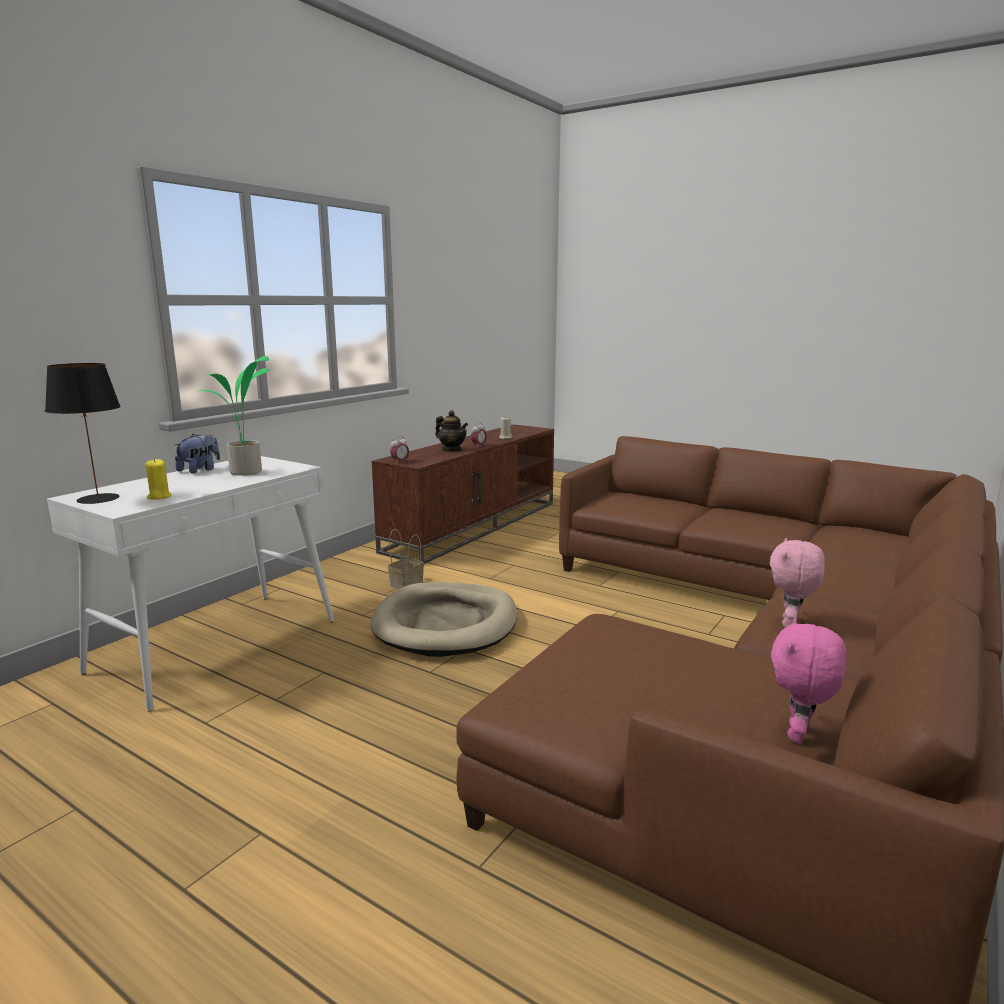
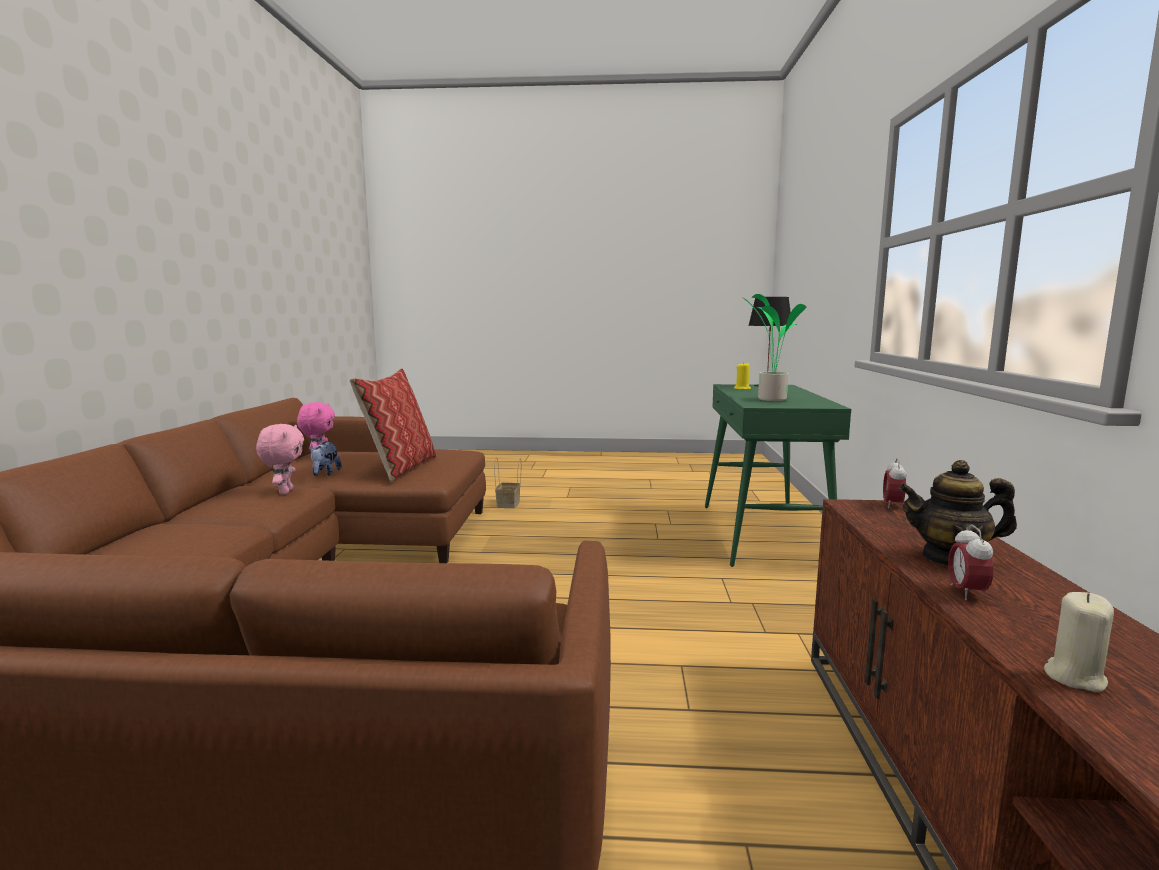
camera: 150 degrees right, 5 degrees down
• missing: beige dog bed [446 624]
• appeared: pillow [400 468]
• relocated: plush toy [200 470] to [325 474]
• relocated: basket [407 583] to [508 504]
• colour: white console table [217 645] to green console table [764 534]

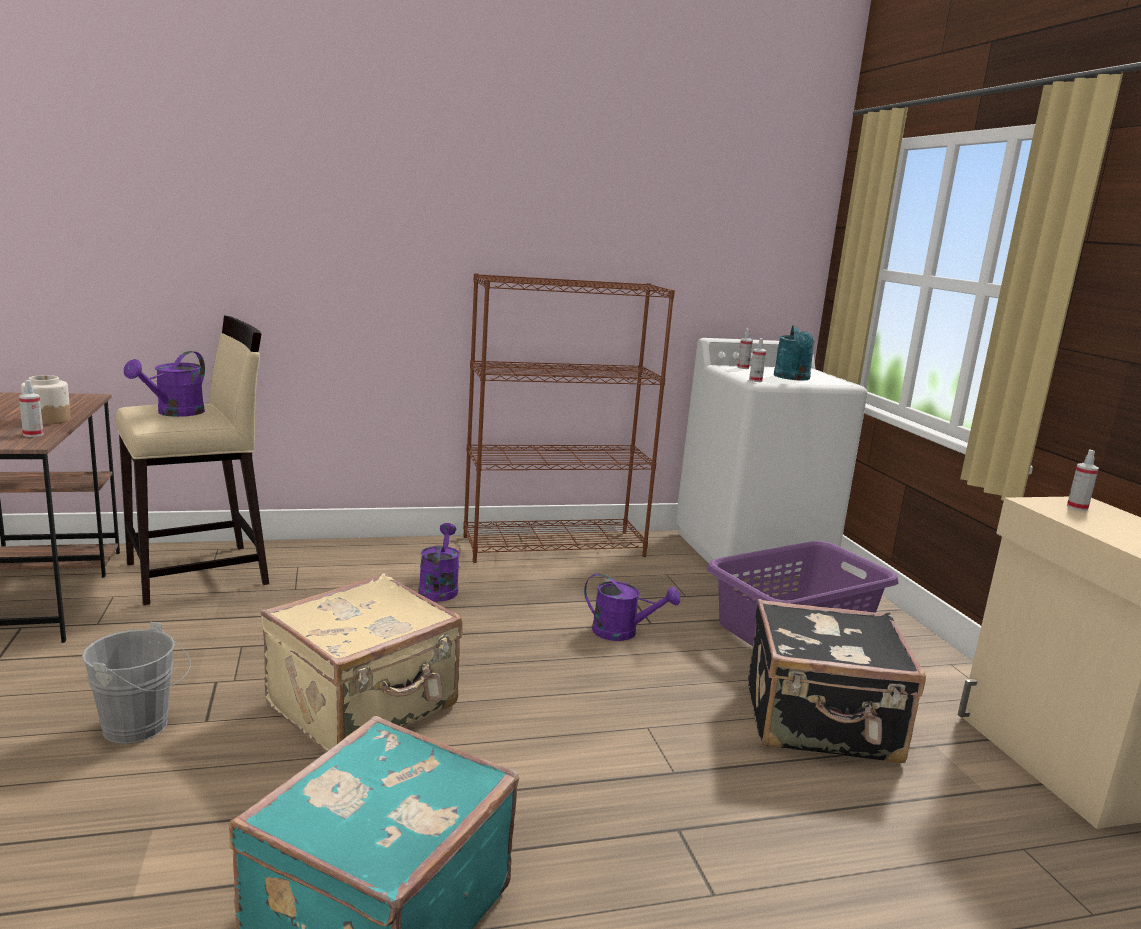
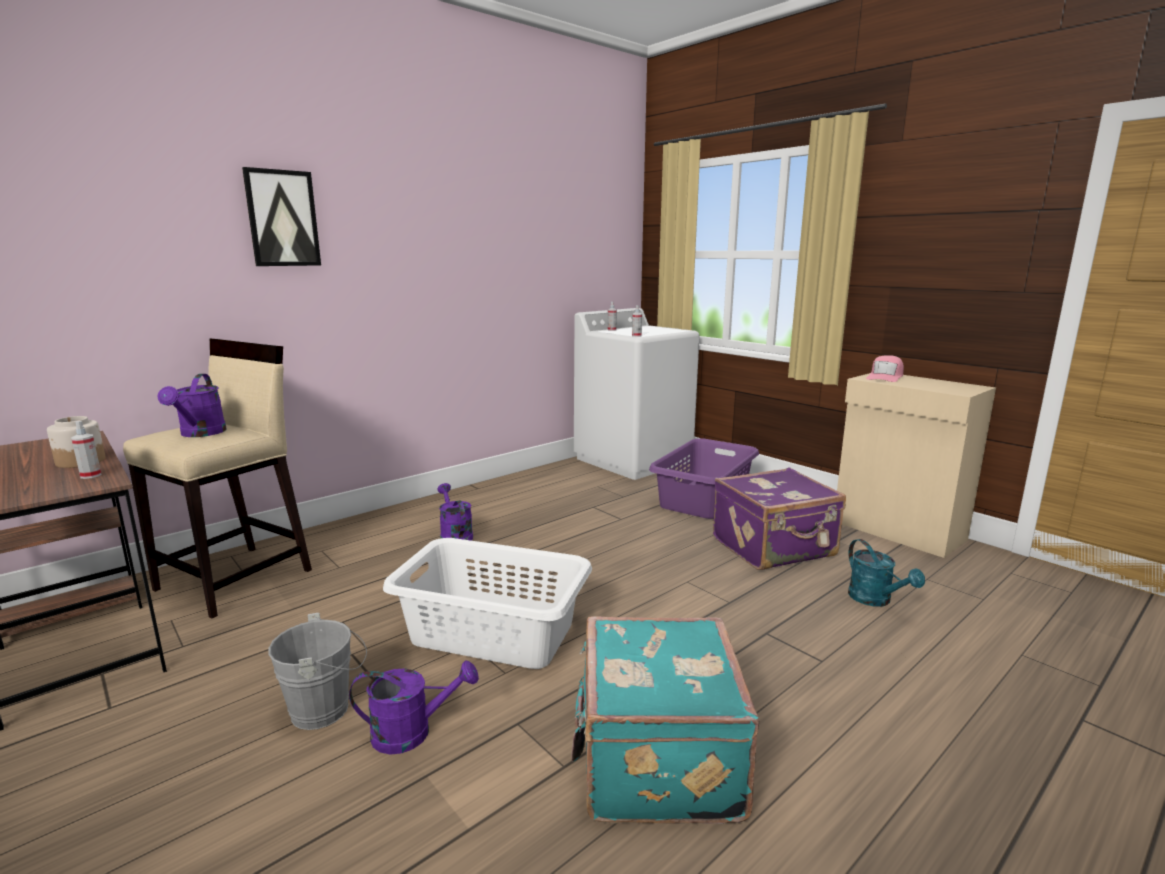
camera: 25 degrees left, 0 degrees up
• missing: brown bookcase [555 546]
• appeared: picture [282 218]
• relocated: purple watering can [623 632] to [412 732]
• relocated: turquoise watering can [792 378] to [875 600]
• exchanged: beige suitcase [365 707] to white laundry basket [492 631]
• exchanged: spray bottle [1077 507] to pink cap [885 377]
• colour: black suitcase [821 724] to purple suitcase [774 548]

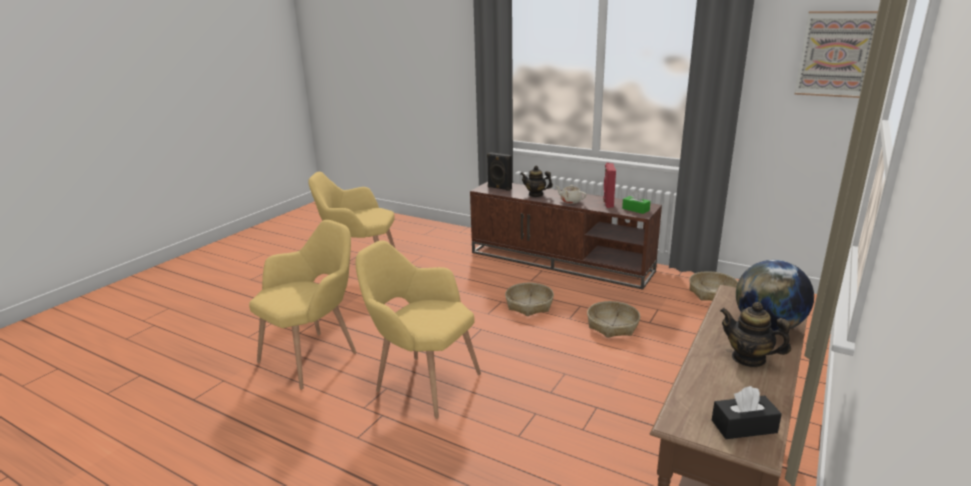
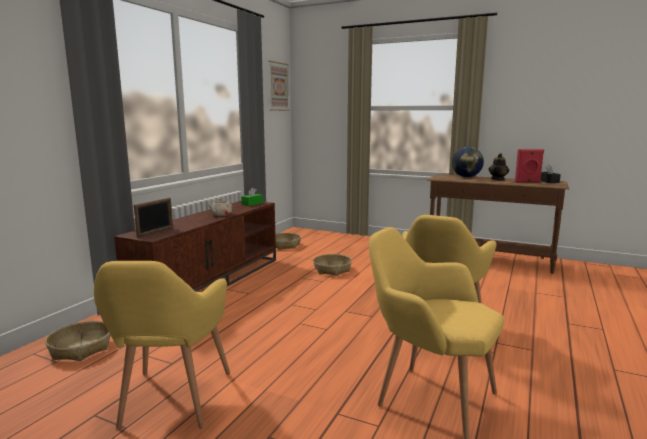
camera: 95 degrees left, 10 degrees down
• missing: teapot [536 194]
• relocated: basket [529 305] to [81 348]
• relocated: red speaker [607 203] to [527 182]
• exchanged: black speaker [499 188] to picture frame [155 232]

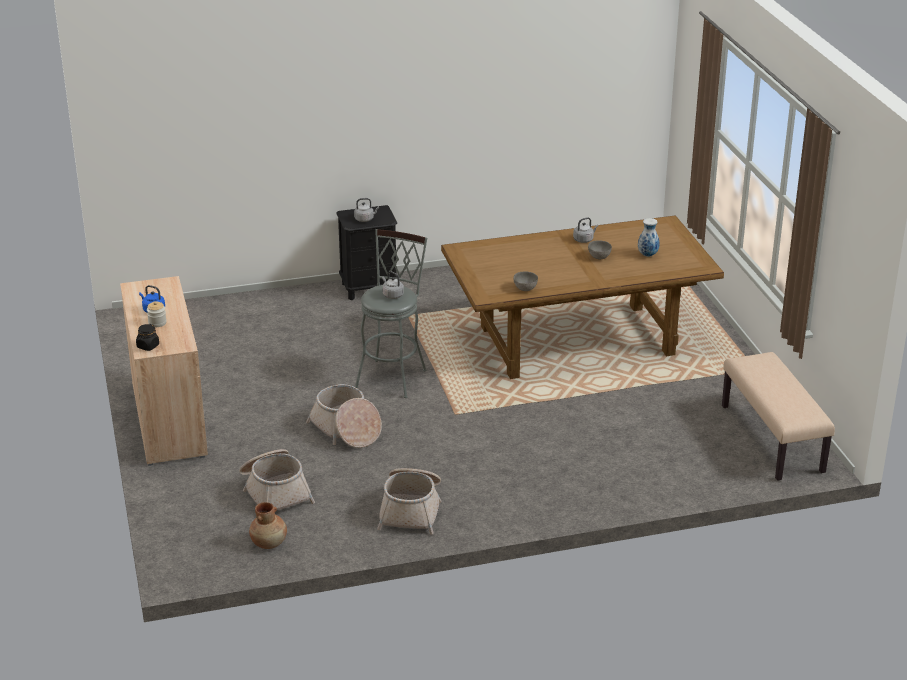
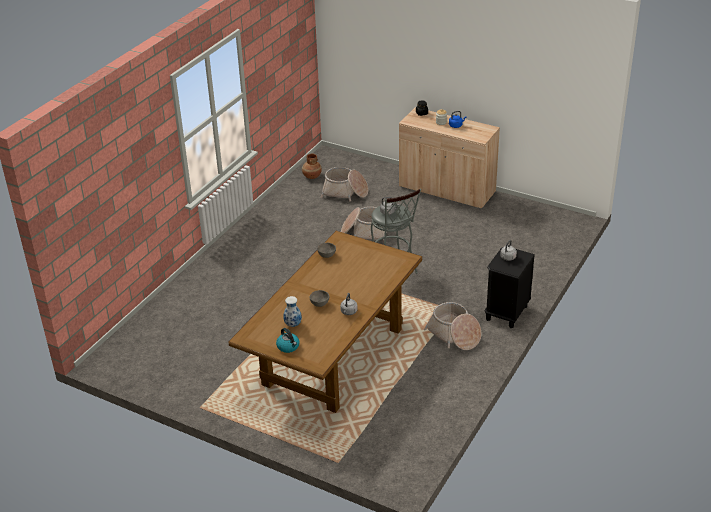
camera: 135 degrees right, 5 degrees up
• missing: beige bench [773 439]
• appeared: kettle [288 347]
• relocated: basket [411 509] to [454 335]

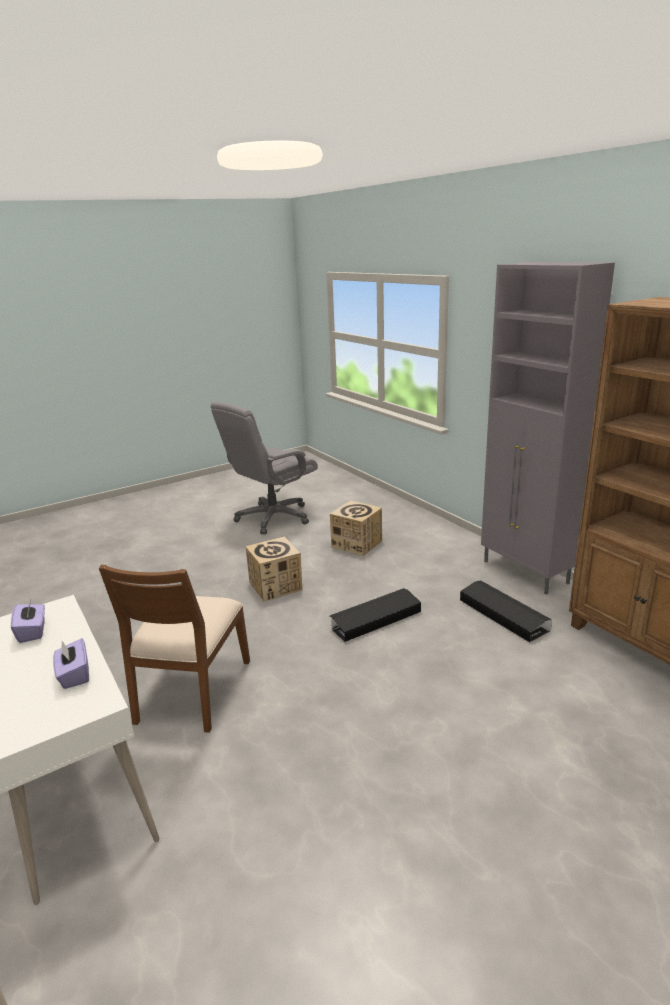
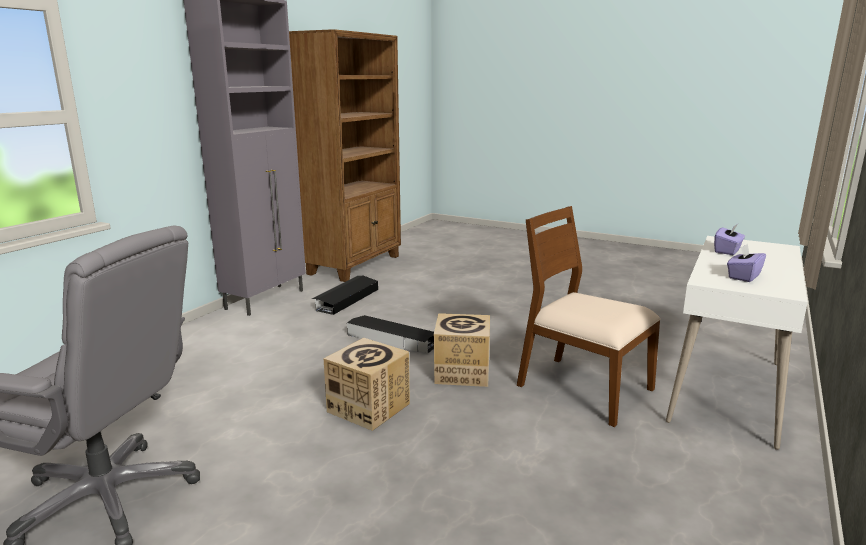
camera: 120 degrees left, 5 degrees down
• relocated: cardboard box [357 544] to [462 372]
• spun: brown chair [191 691] = [582 388] 120 degrees counterclockwise

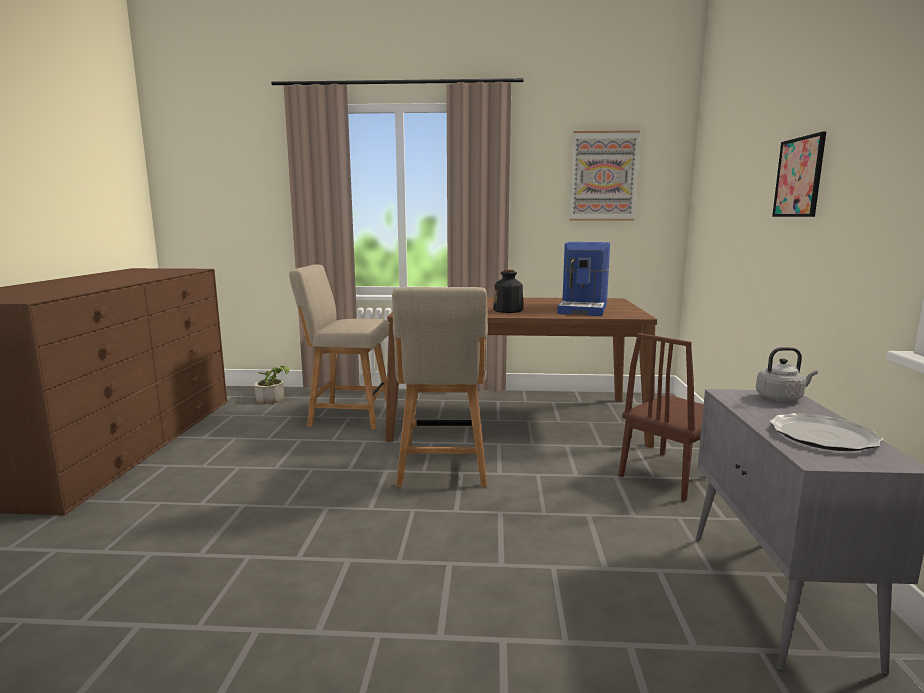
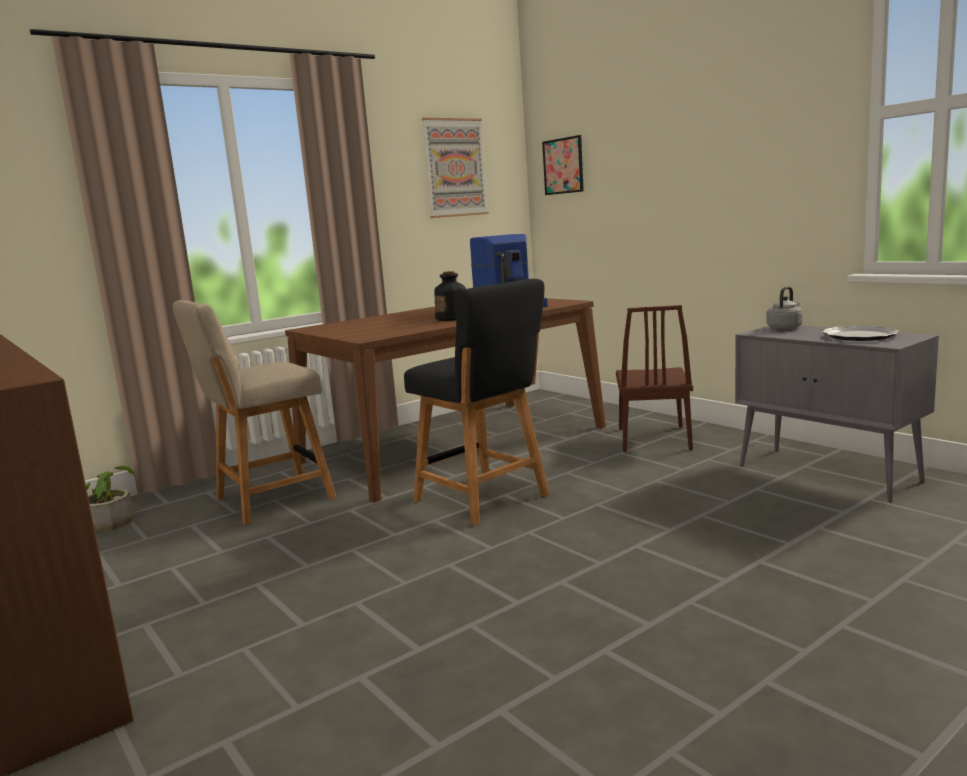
camera: 40 degrees left, 0 degrees up
• relocated: picture [799 177] to [563 166]
• colour: beige chair [442 470] to black chair [485 499]

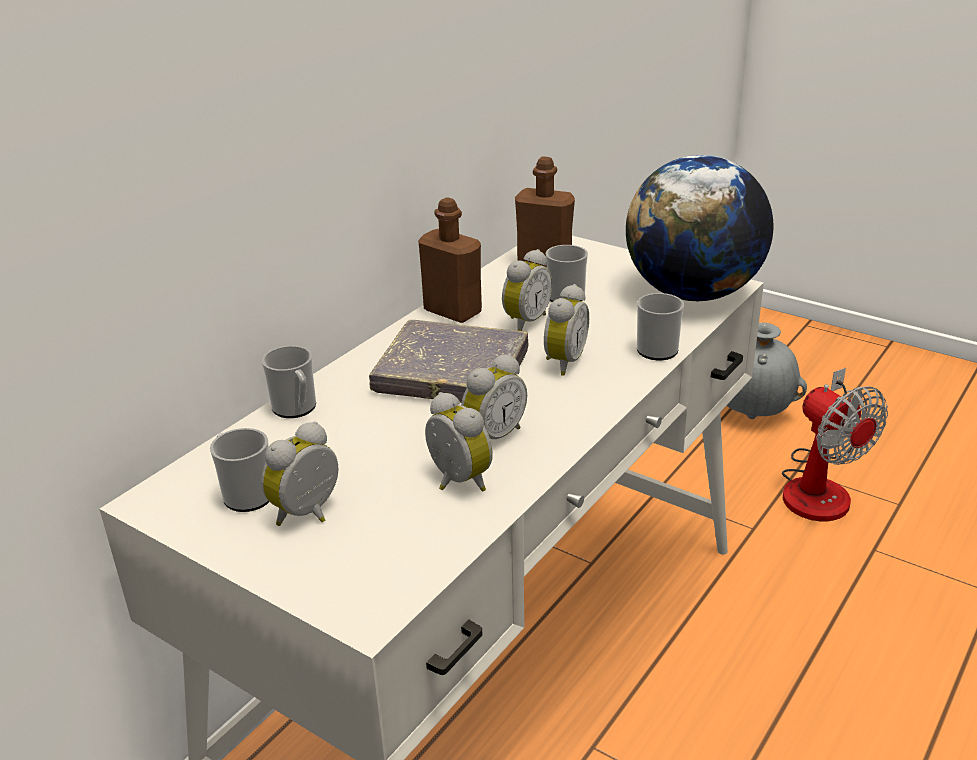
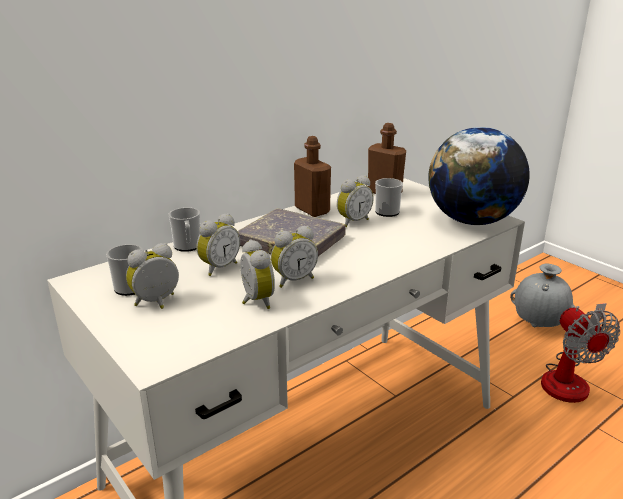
camera: 15 degrees right, 5 degrees down
• missing: mug [657 347]
• relocated: alarm clock [562 362] to [218 267]

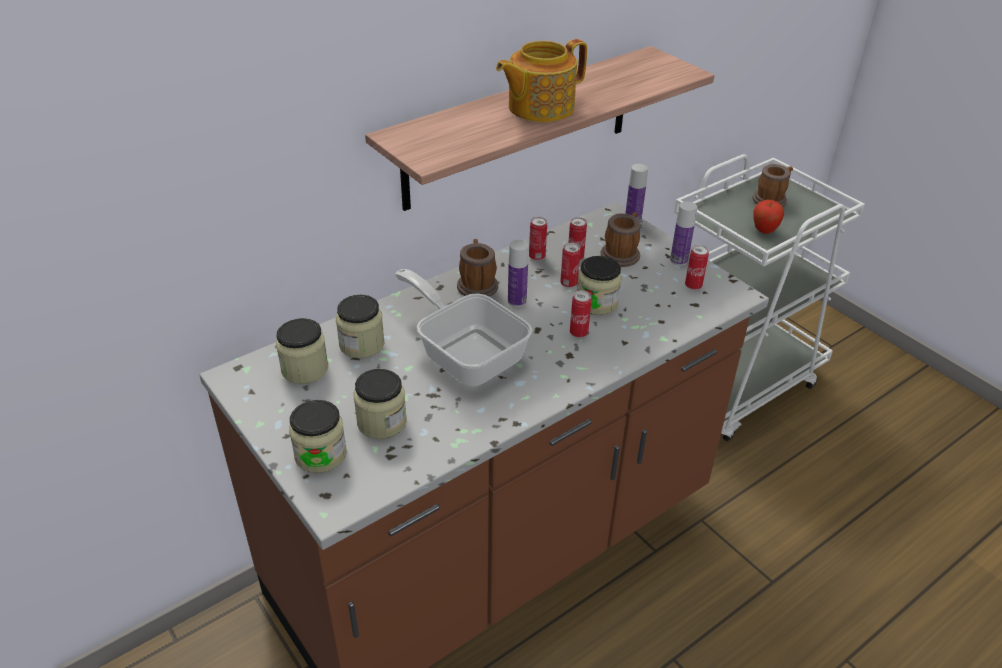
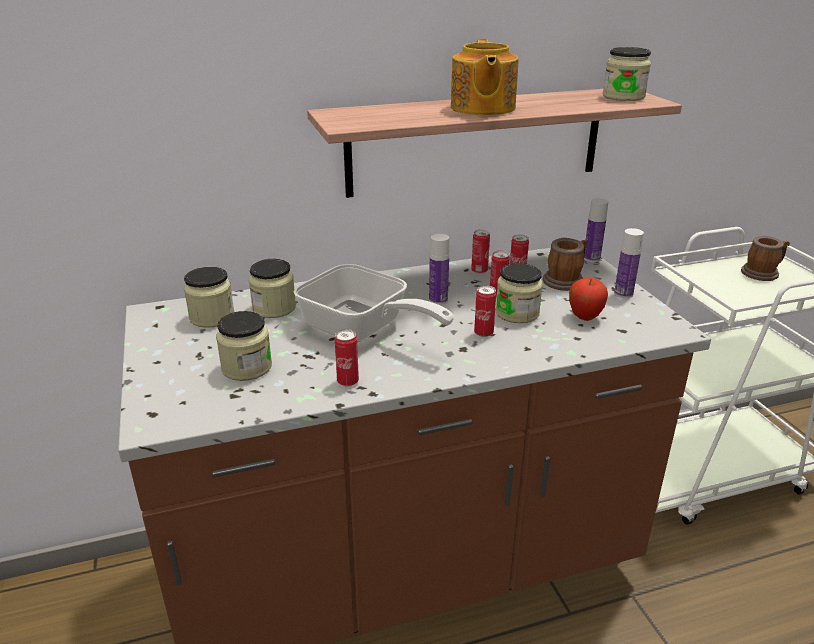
camera: 20 degrees right, 10 degrees down
• missing: mug [477 284]
• relocated: jar [320 454] to [623 96]
• relocated: can [693 286] to [348 381]
• relocated: apple [764 231] to [585 317]
• spun: frying pan [465 353] = [362 330] 150 degrees clockwise
• spun: teapot [539 107] = [482 108] 75 degrees counterclockwise

